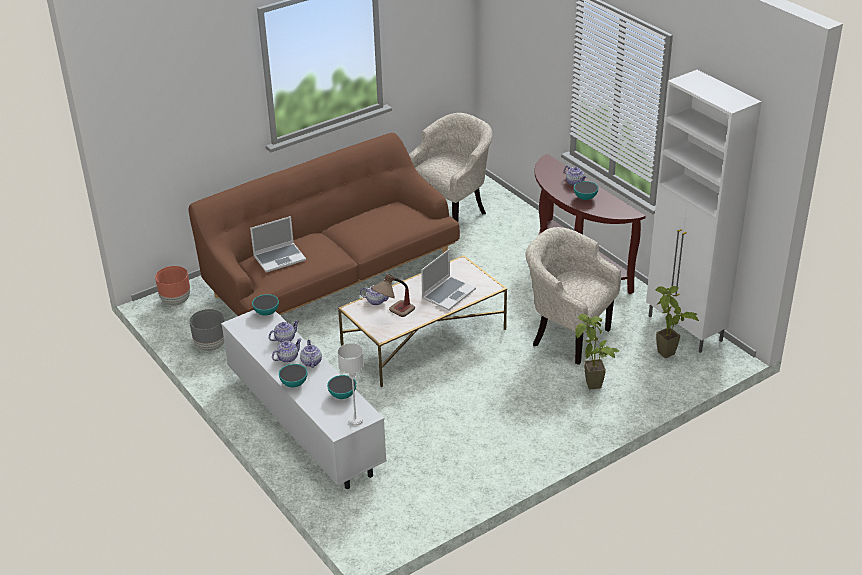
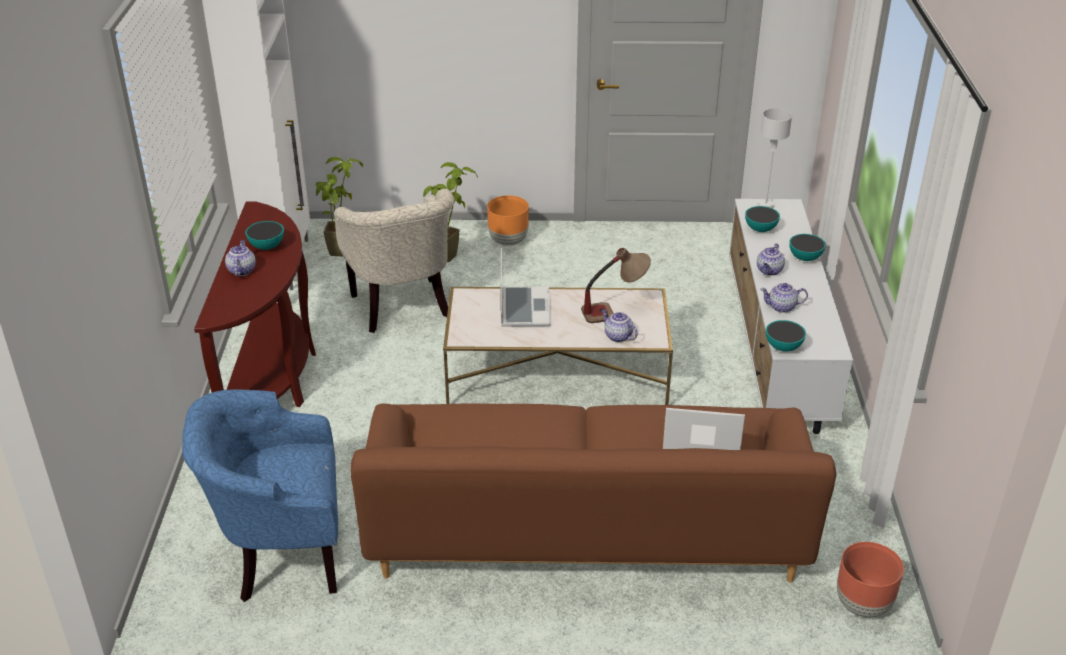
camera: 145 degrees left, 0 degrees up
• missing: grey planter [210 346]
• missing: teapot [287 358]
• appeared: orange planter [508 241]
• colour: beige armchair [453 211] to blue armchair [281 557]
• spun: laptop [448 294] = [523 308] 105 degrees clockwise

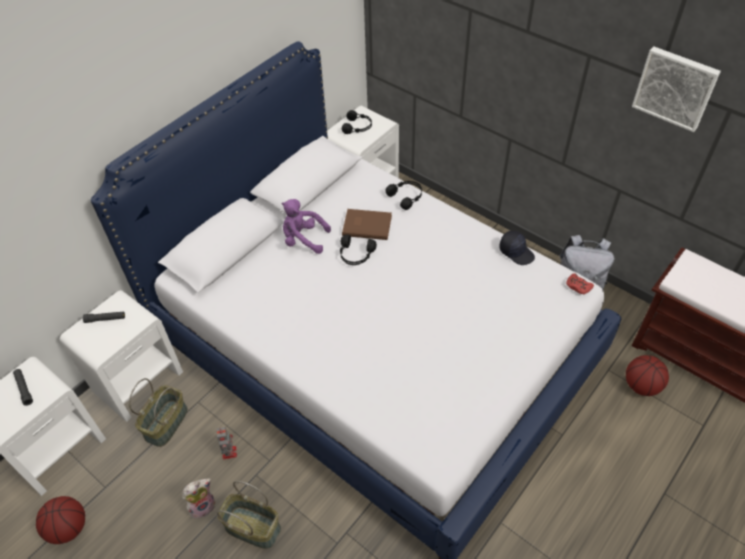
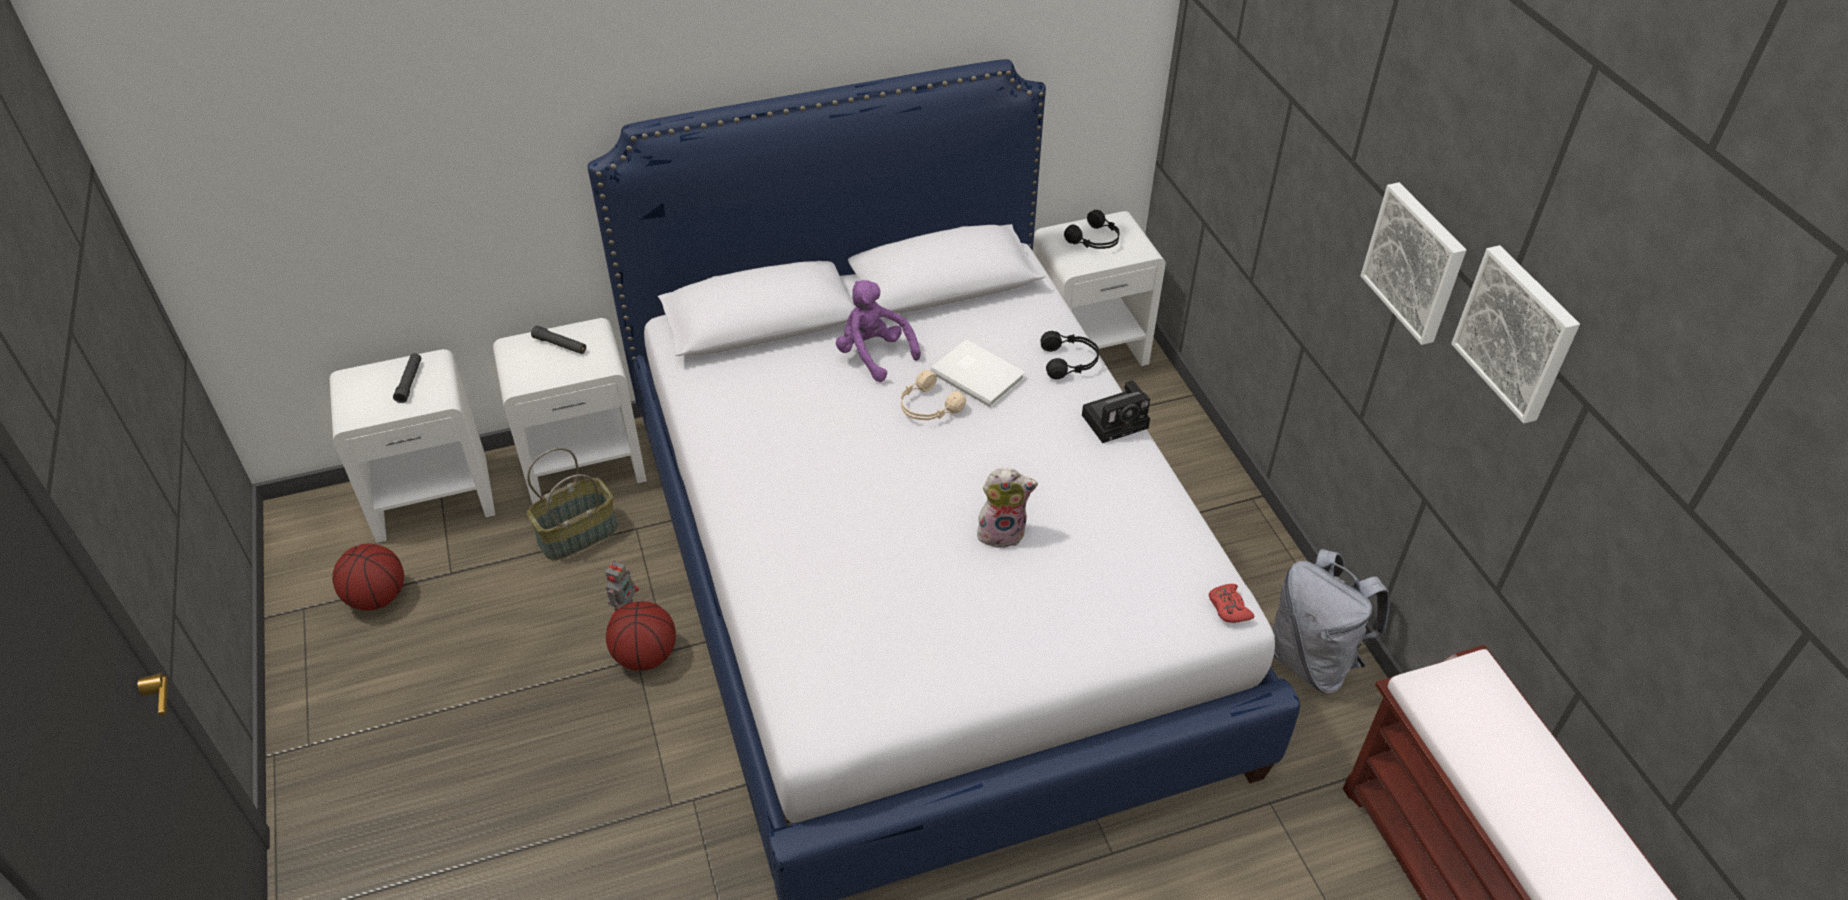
camera: 30 degrees right, 5 degrees down
• missing: basket [253 527]
• missing: black cap [516 252]
• appeared: photo camera [1117 420]
• appeared: picture [1416 262]
• relocated: plush toy [202 505] to [1002 532]
• relocated: basketball [641 385] to [646 655]
• colour: black headphones [355 255] to beige headphones [927 407]
• colour: brown book [366 225] to white book [978 374]

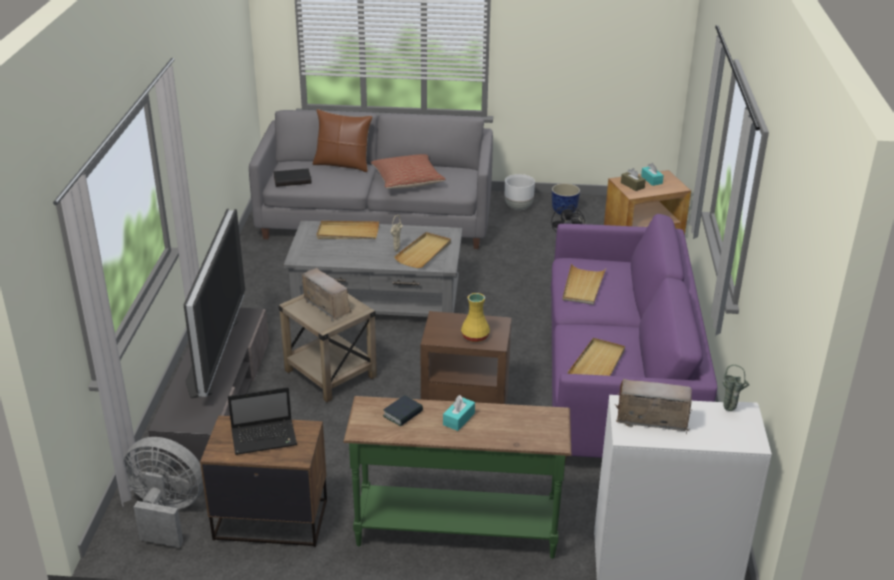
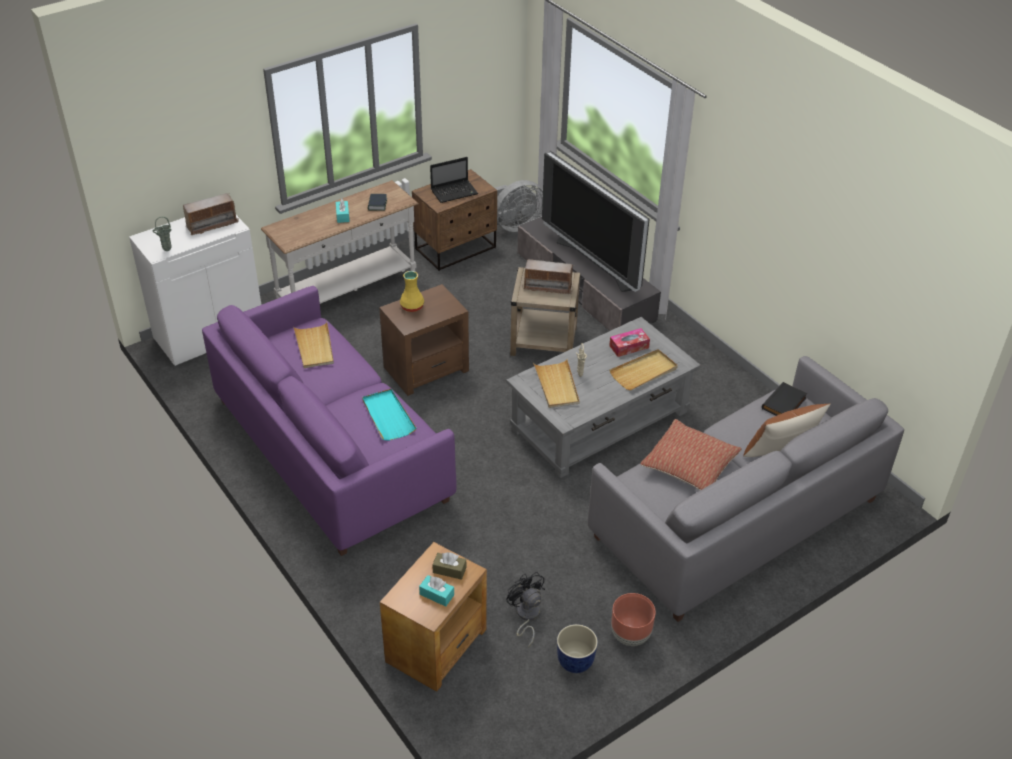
camera: 140 degrees right, 10 degrees up
• appeared: tissue box [629 347]
• colour: green console table [457 529] to white console table [348 293]
• colour: white planter [518 207] to brown planter [630 636]
• colour: beige tray [583 286] to turquoise tray [388 416]
• spun: laptop [265 437] = [455 192] 150 degrees counterclockwise

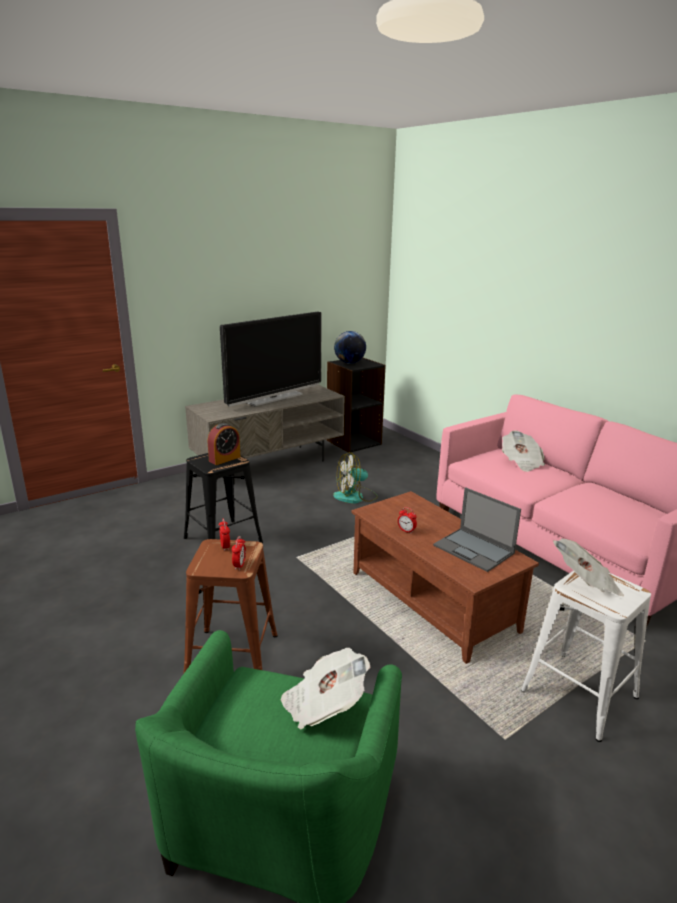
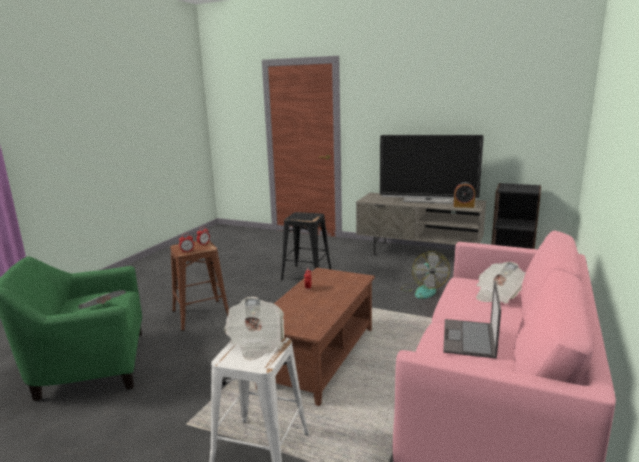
camera: 60 degrees right, 5 degrees down
• missing: globe [349 363]
• relocated: alarm clock [224 459] to [463 206]
• relocated: laptop [474 550] to [469 339]
• spun: fan [355 497] = [423 290] 135 degrees counterclockwise

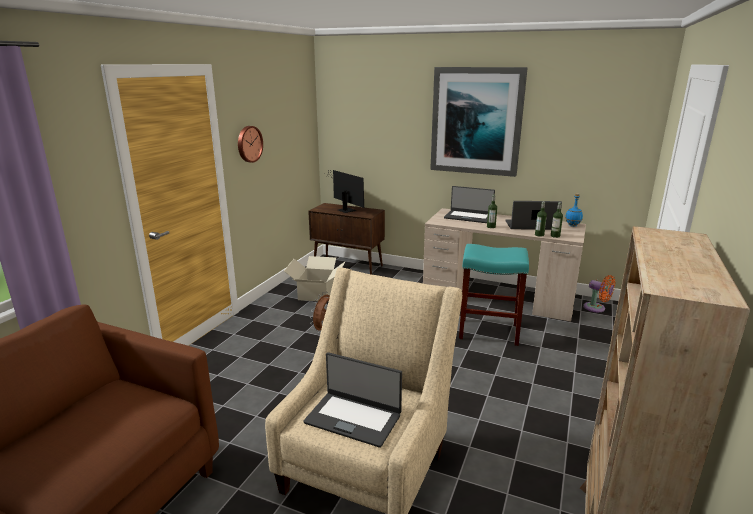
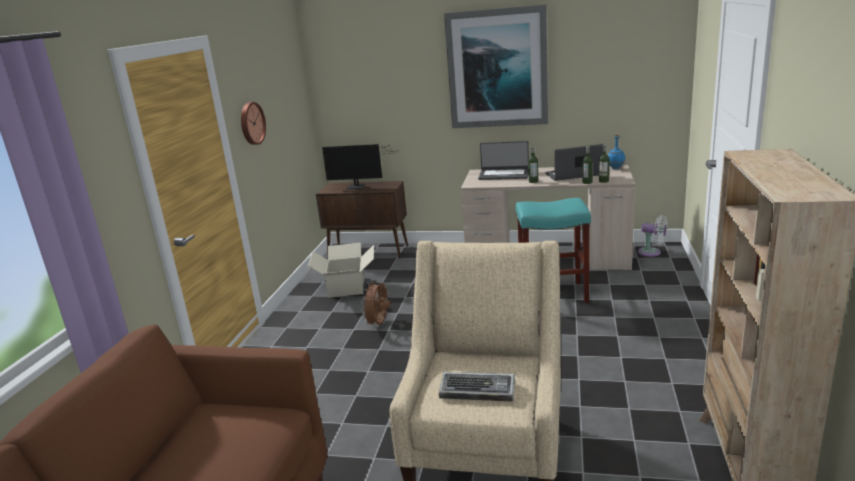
camera: 10 degrees left, 0 degrees up
• exchanged: laptop [353 418] to keyboard [478 391]
• colour: orange fan [596 308] to white fan [652 252]
• spun: monitor [345 209] = [358 186] 150 degrees clockwise

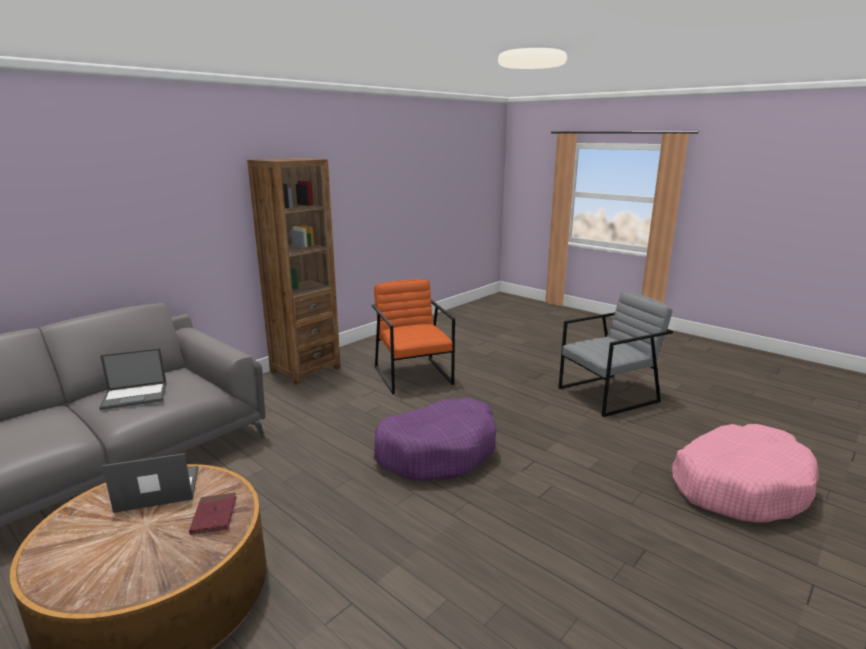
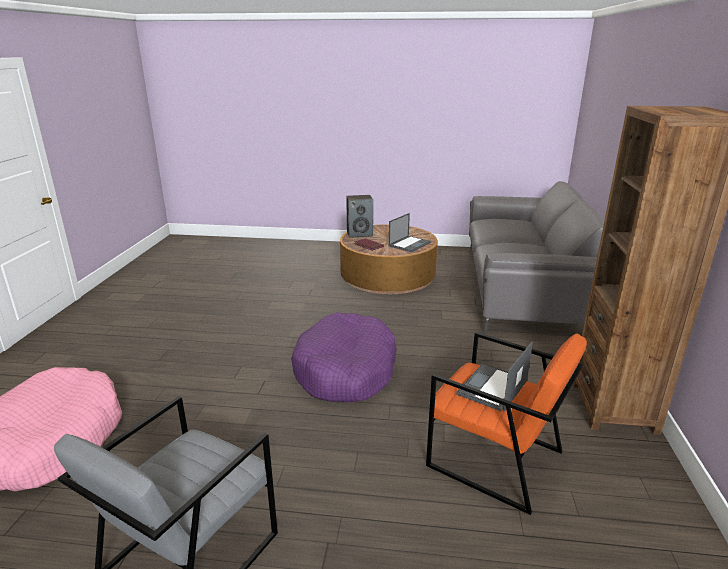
camera: 145 degrees right, 5 degrees up
• appeared: speaker [359 234]
• relocated: laptop [135 395] to [492 388]

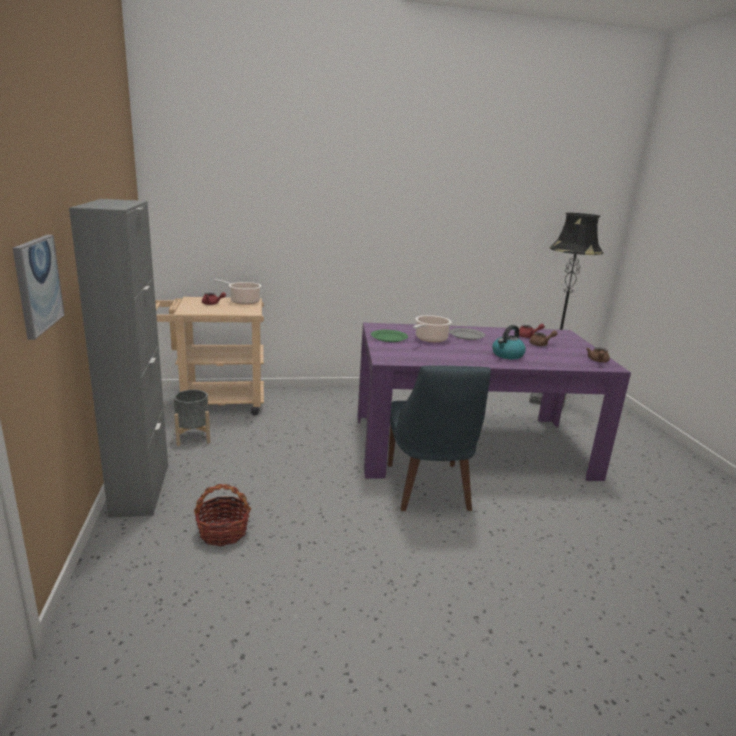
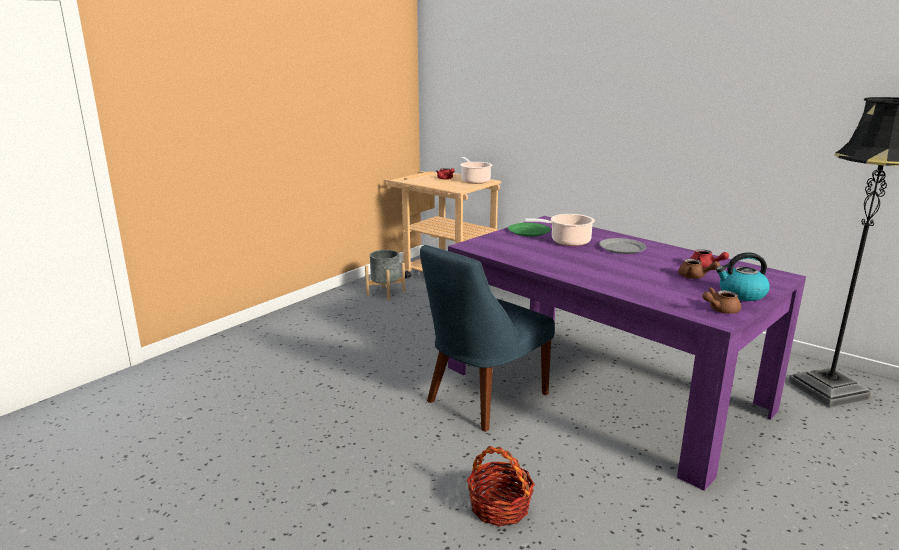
camera: 50 degrees right, 0 degrees up
• missing: picture [37 284]
• missing: grey cabinet [140 490]
• relocated: basket [223 532] to [499 507]
• relocated: kettle [507 355] to [741 294]

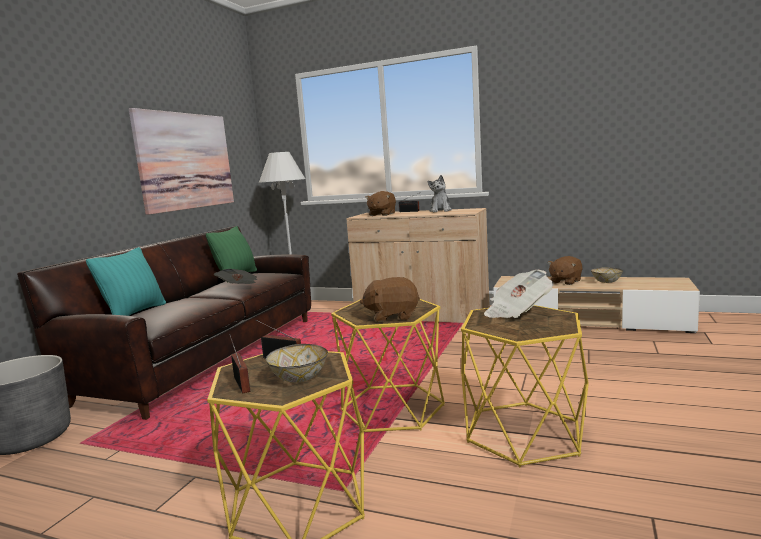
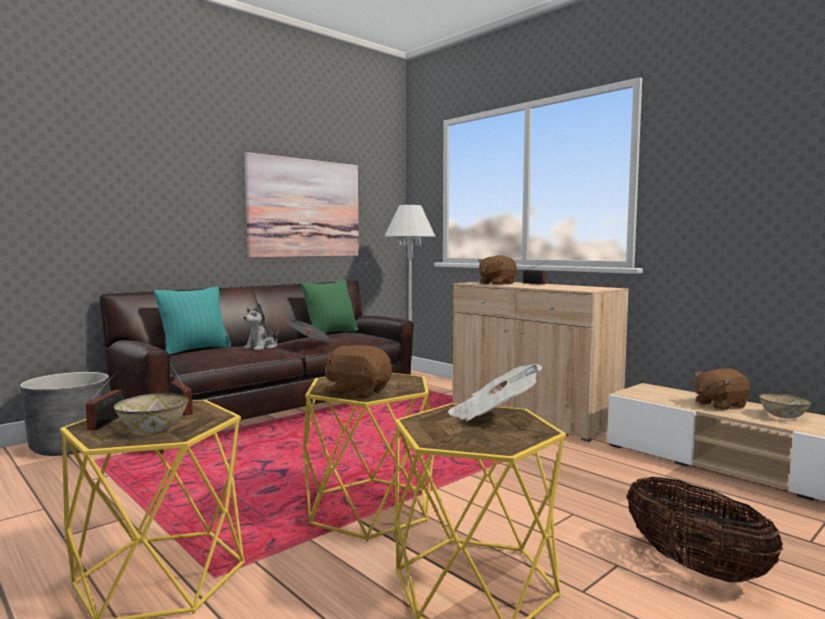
camera: 25 degrees right, 5 degrees down
• appeared: basket [695 567]
• relocated: plush toy [440 211] to [262 347]

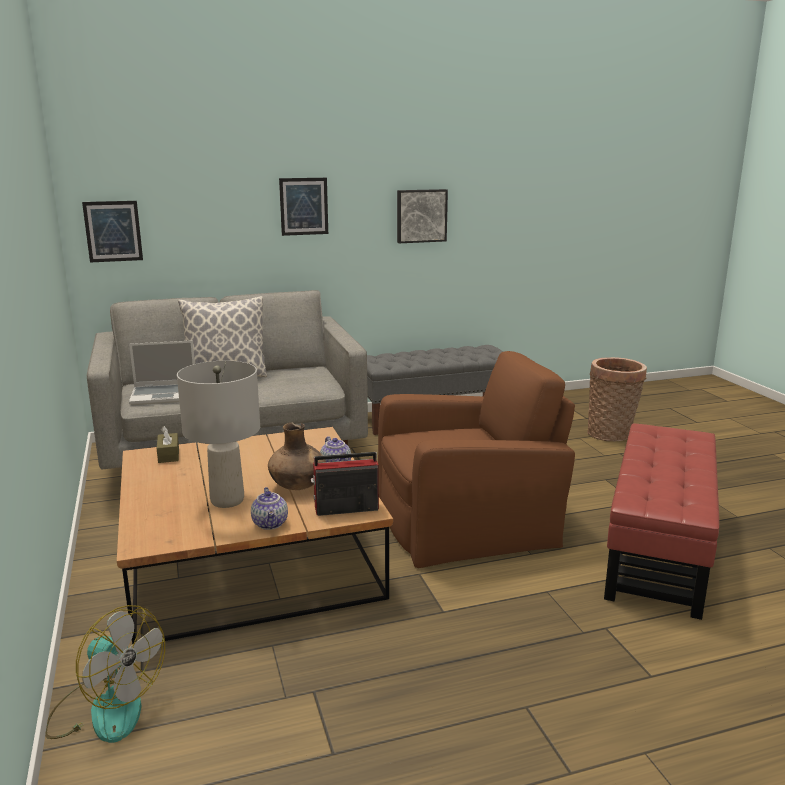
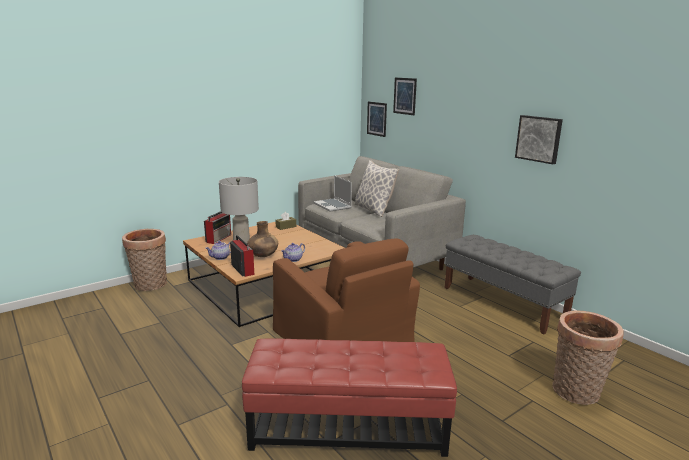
camera: 70 degrees right, 0 degrees up
• appeared: radio [219 238]
• relocated: picture [304 206] to [405 96]
• exchanged: fan [106 708] to basket [150 286]

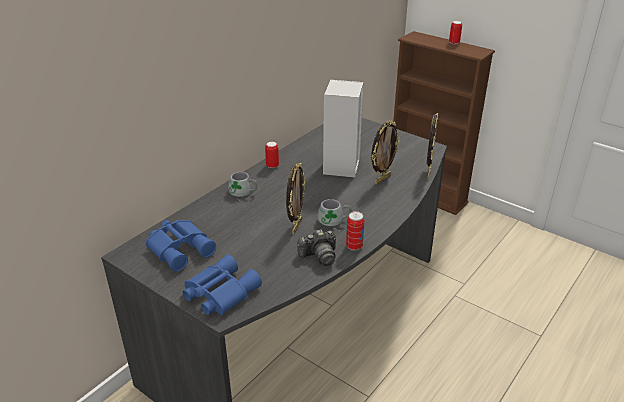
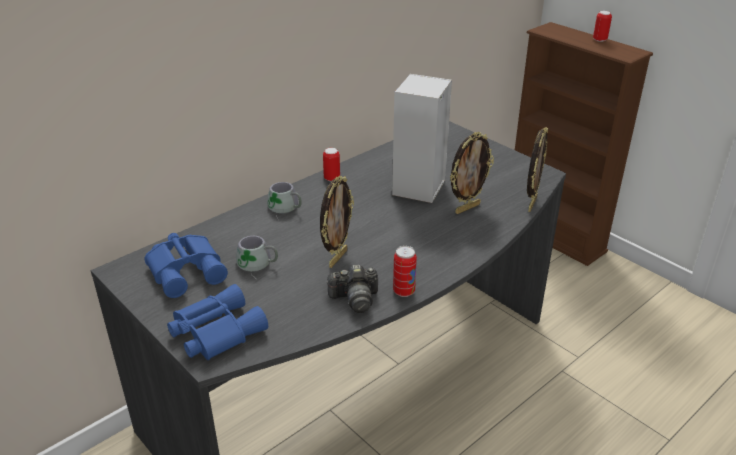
camera: 10 degrees right, 0 degrees up
• relocated: grey mug [333 221] to [256 265]

